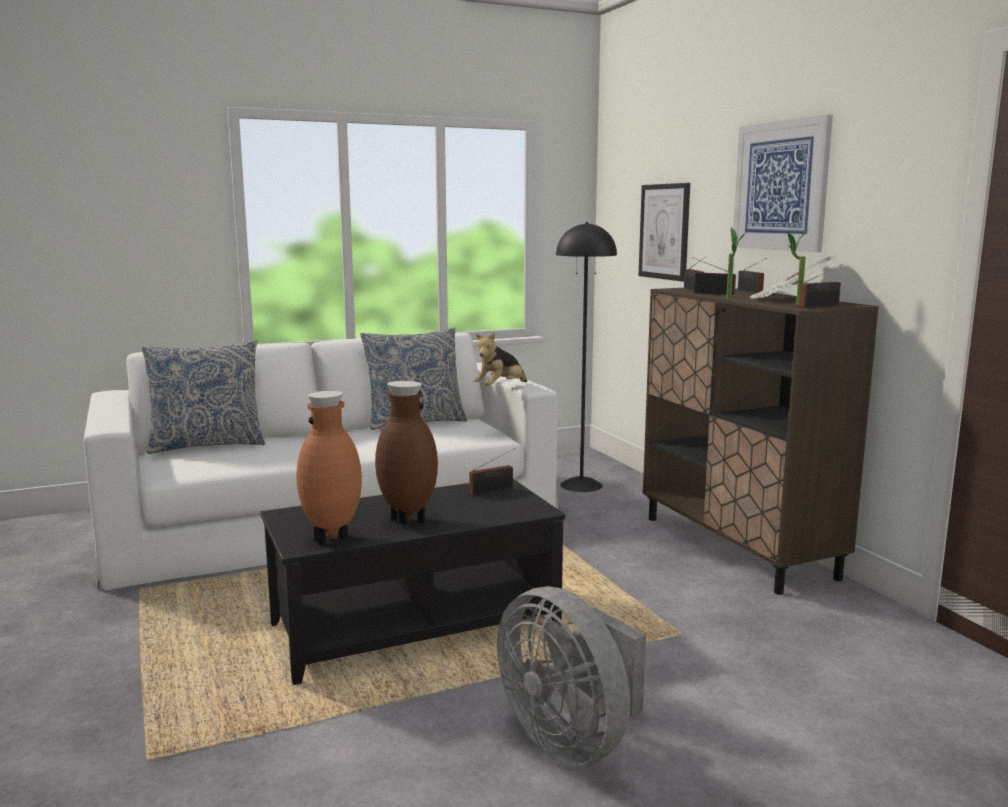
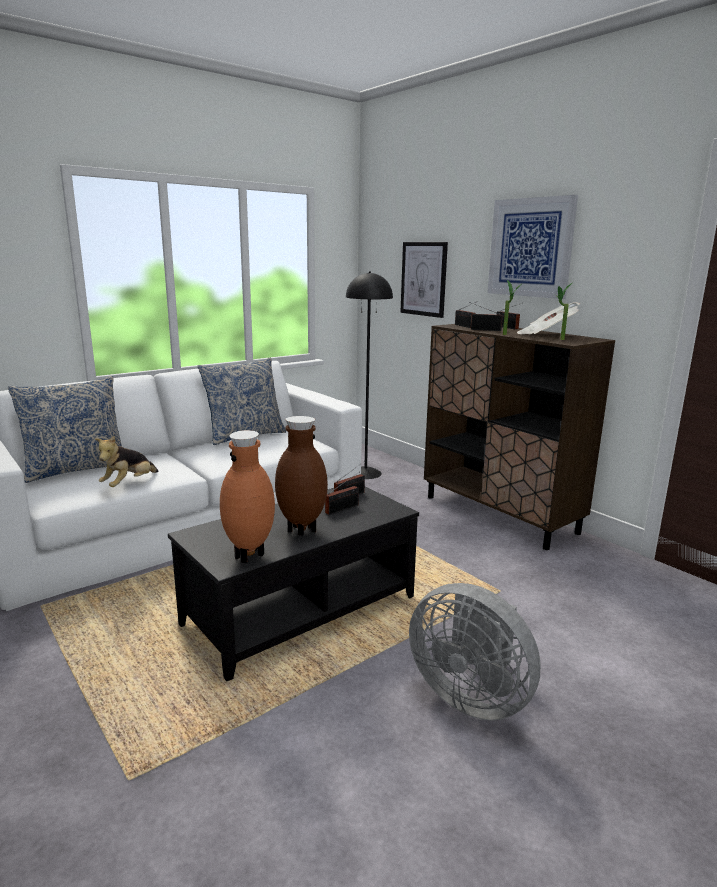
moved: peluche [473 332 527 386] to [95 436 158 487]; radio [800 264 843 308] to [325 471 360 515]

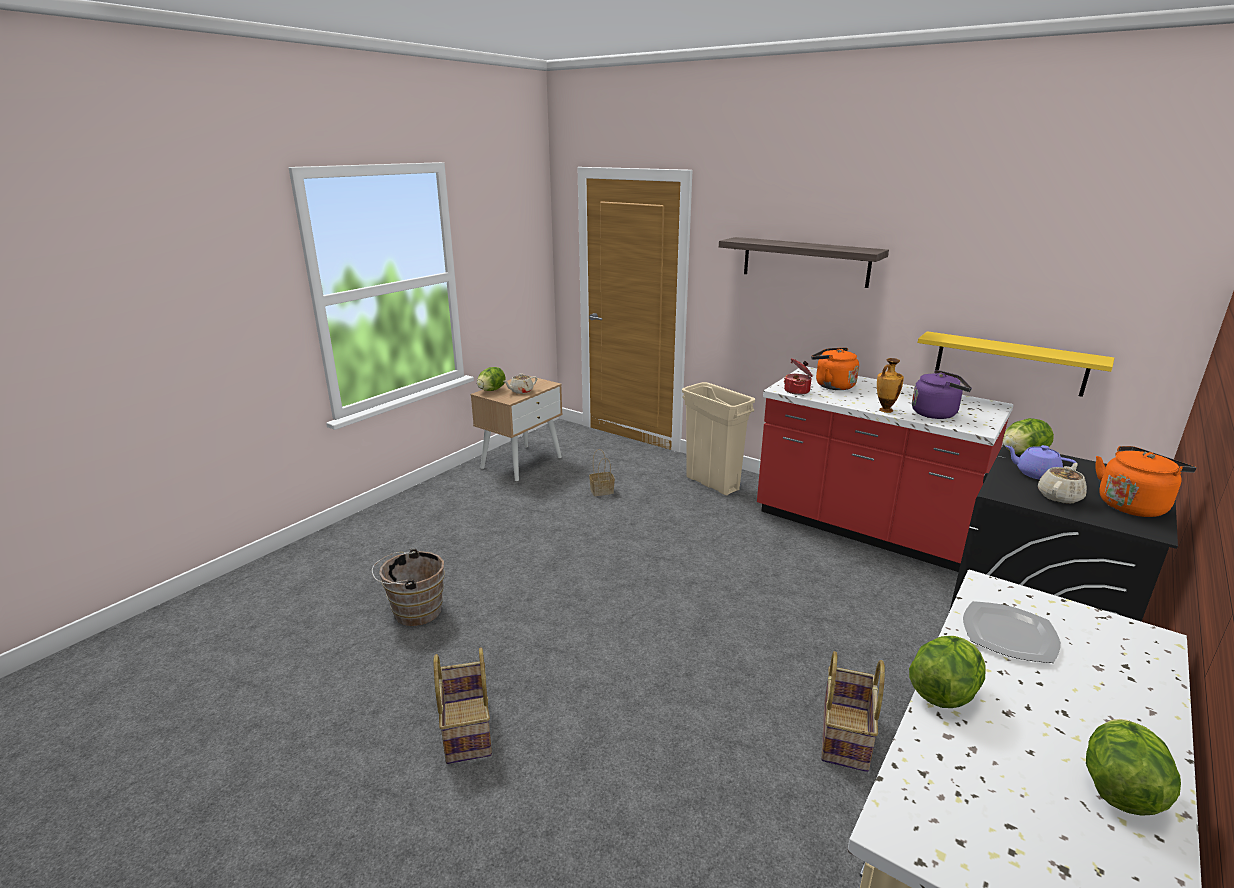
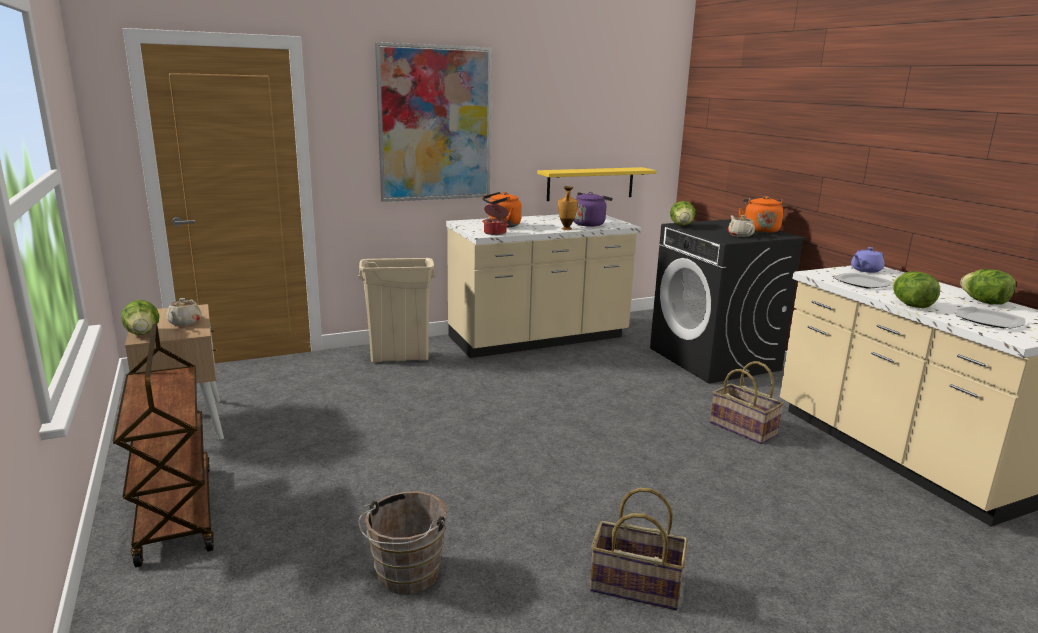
removed: cesta [589 449 615 496]
added: carrito (marrón) [113 324 214 568]; plato [956 306 1026 329]
moved: tetera (morado) [1006 445 1077 480] to [851 247 885 273]
replaced: estante [719 237 889 288] to cuadro [375 42 492 202]
recoloured: mueble bajo de cocina (rojo) [757 367 1014 572] to mueble bajo de cocina (beis) [446 214 641 358]

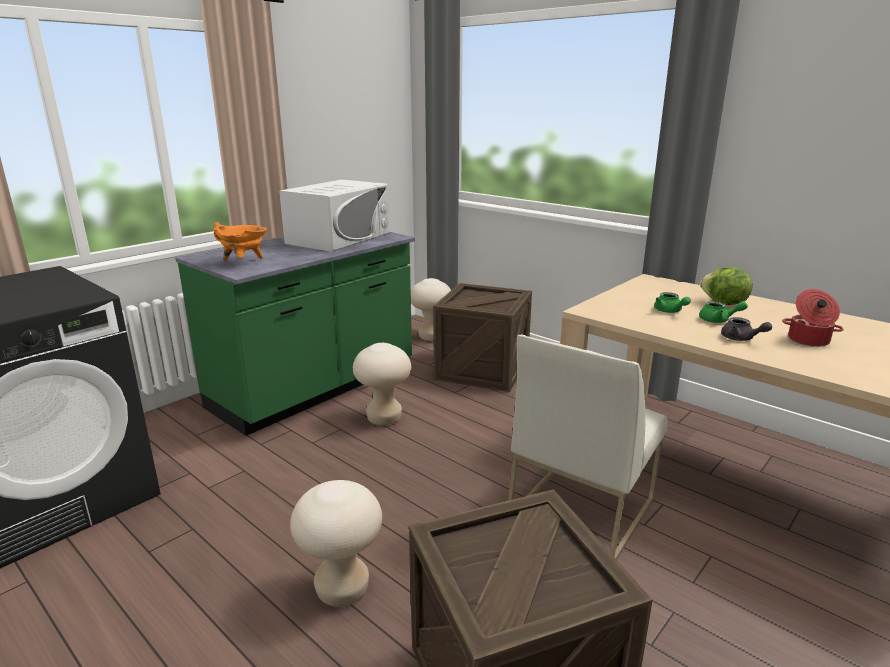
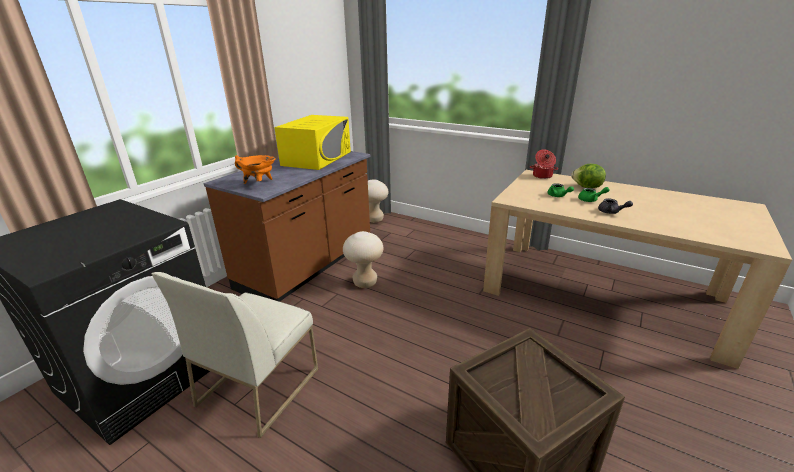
removed: taburete (beis) [290 480 382 607]; caja de embalaje [433 283 532 392]
moved: silla (blanco) [508 335 668 559] to [152 272 318 438]; olla [782 289 844 347] to [530 149 558 179]
recoloured: mueble bajo de cocina (verde) [175 232 415 436] to mueble bajo de cocina (marrón) [204 151 371 302]; microondas (blanco) [279 179 389 252] to microondas (amarillo) [274 115 351 170]

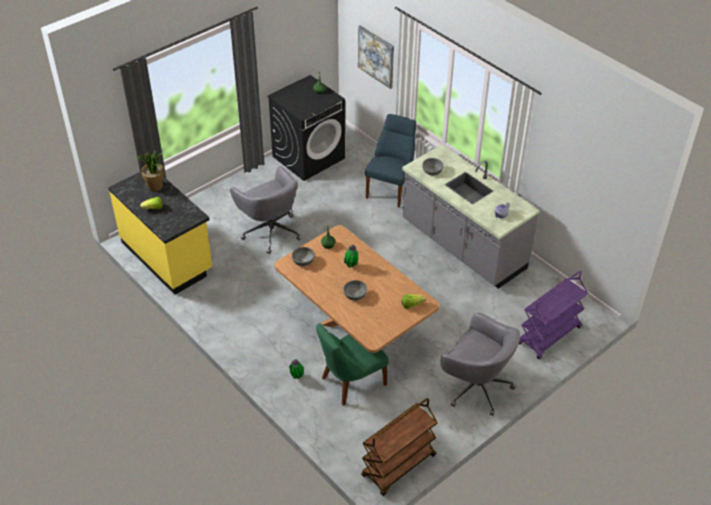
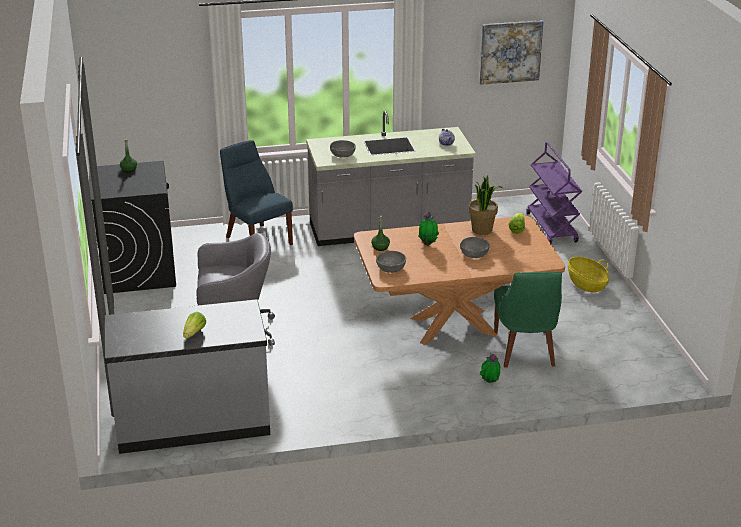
removed: carrito (marrón) [361 398 438 496]
moved: planta en maceta [135 151 164 191] to [469 175 503 235]; cuadro [358 25 394 89] to [479 20 543 85]
replaced: silla de oficina (gris) [441 313 520 416] to cesta [568 257 609 293]
recoloured: mueble bajo de cocina (amarillo) [108 172 212 295] to mueble bajo de cocina (gris) [104 299 270 454]

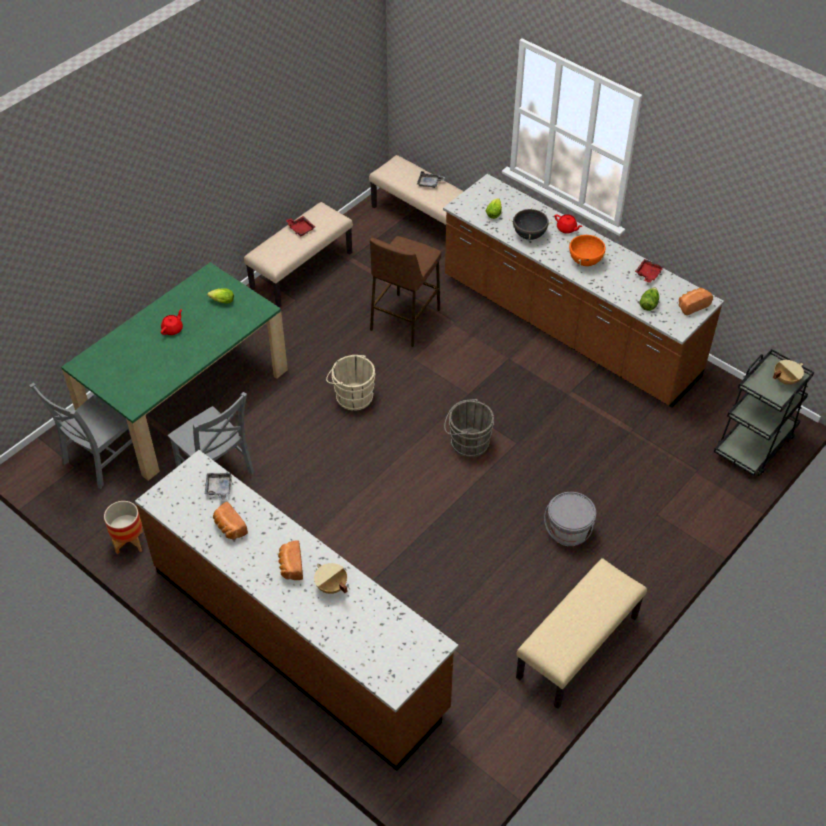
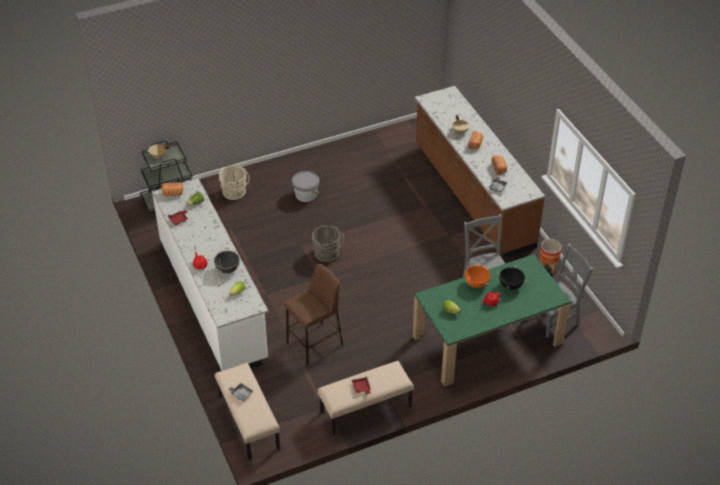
removed: banco (beis) [516 558 647 709]
added: olla (negro) [498 266 527 290]
moved: cubo (beis) [326 355 376 411] to [219 165 250 200]; olla (naranja) [566 234 608 266] to [465 265 490 288]
recoloured: mueble bajo de cocina (marrón) [443 174 724 408] to mueble bajo de cocina (blanco) [152 178 268 371]

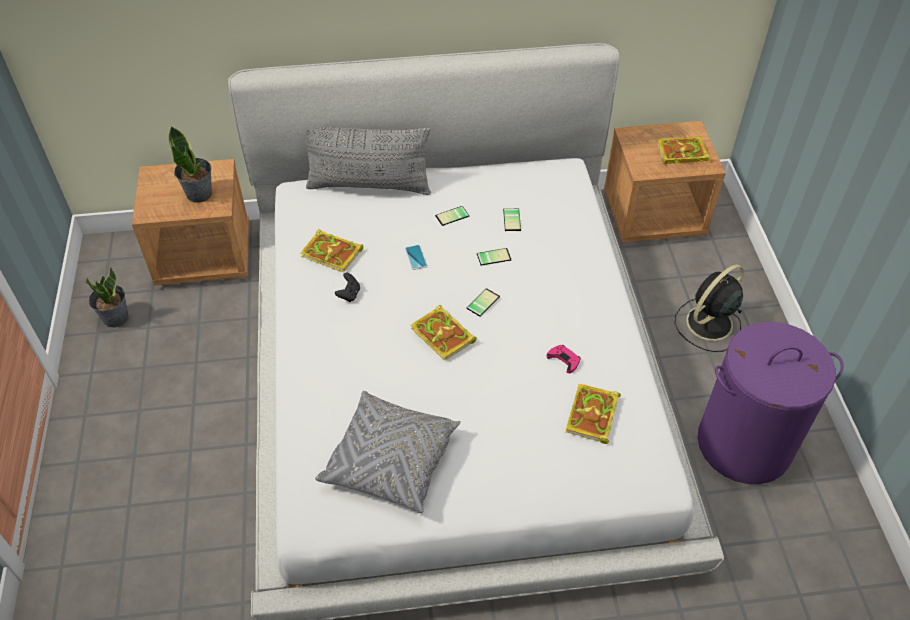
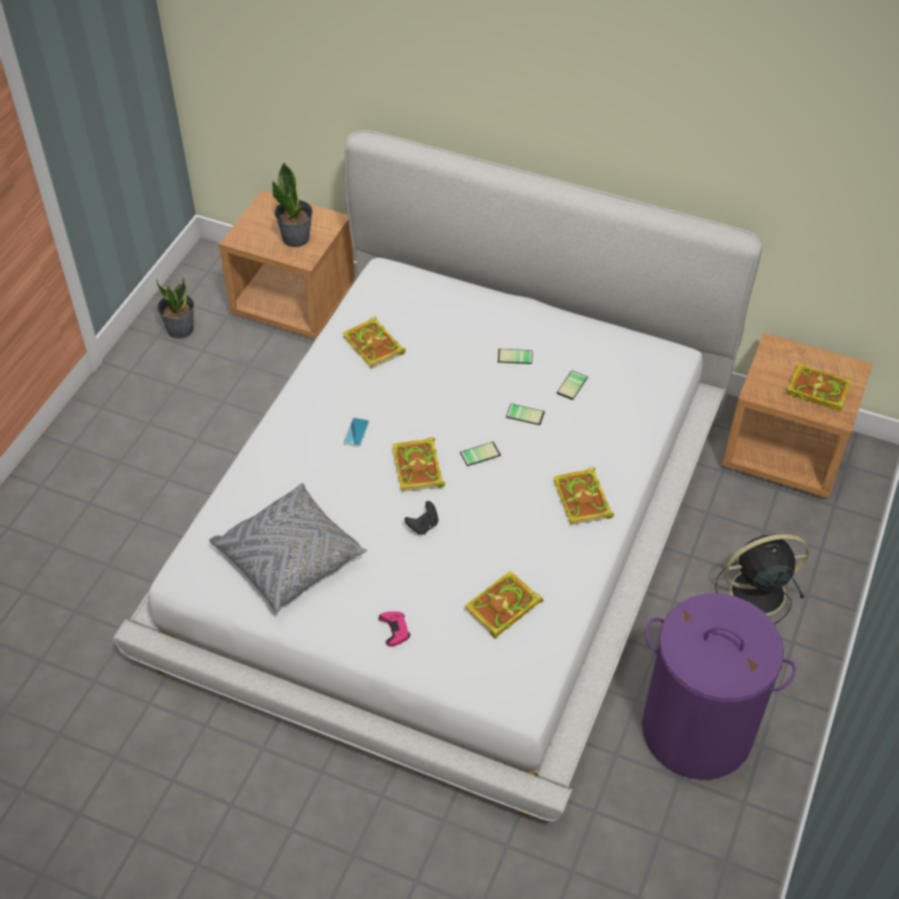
removed: cojín (gris) [306 127 431 195]
added: libro [554 467 614 525]
moved: móvil [405 245 427 270] to [343 418 370 447]; mando de consola (rosa) [547 345 581 373] to [379 611 410 646]; mando de consola (negro) [335 273 360 302] to [404 501 438 535]

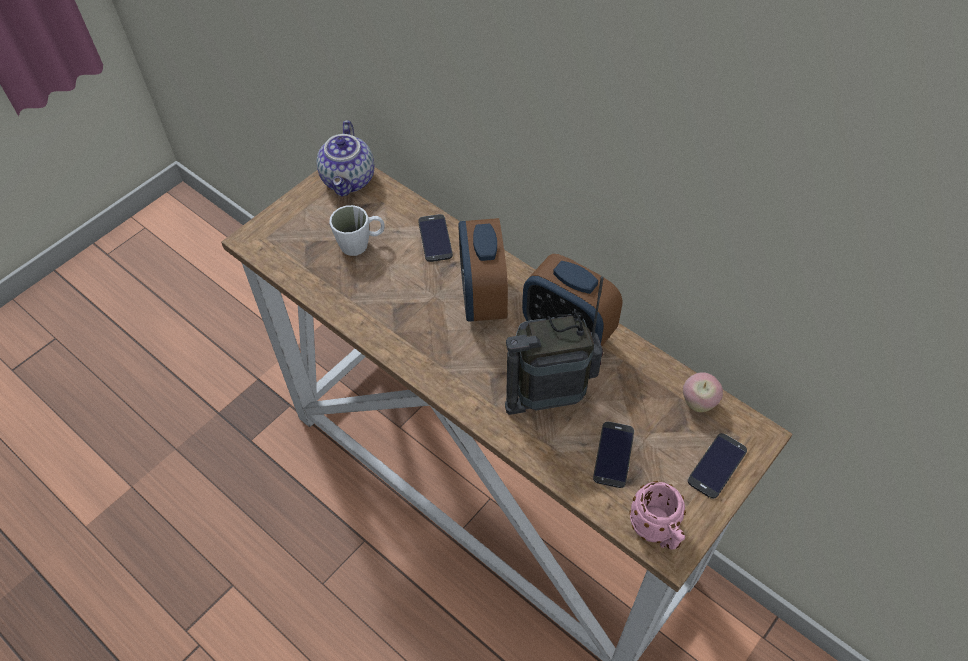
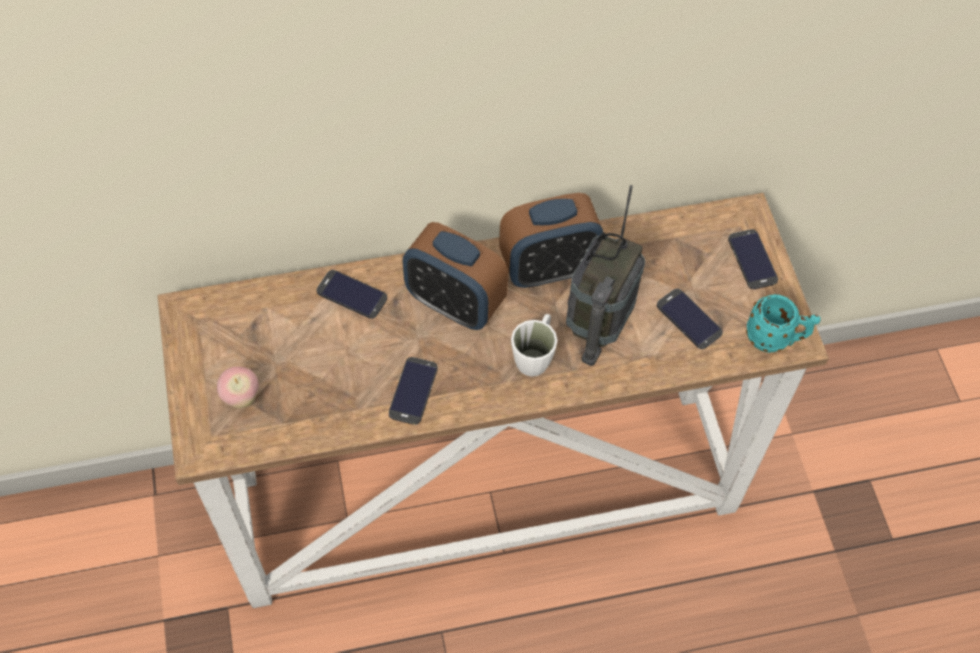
removed: tetera [317 120 374 196]
added: móvil [389 357 438 425]
moved: manzana [683 372 723 413] to [217 367 259 408]; taza grande (blanco) [329 205 385 256] to [511 314 558 377]
recoloured: taza grande (rosa) [629 481 686 549] to taza grande (turquesa) [746 294 821 353]

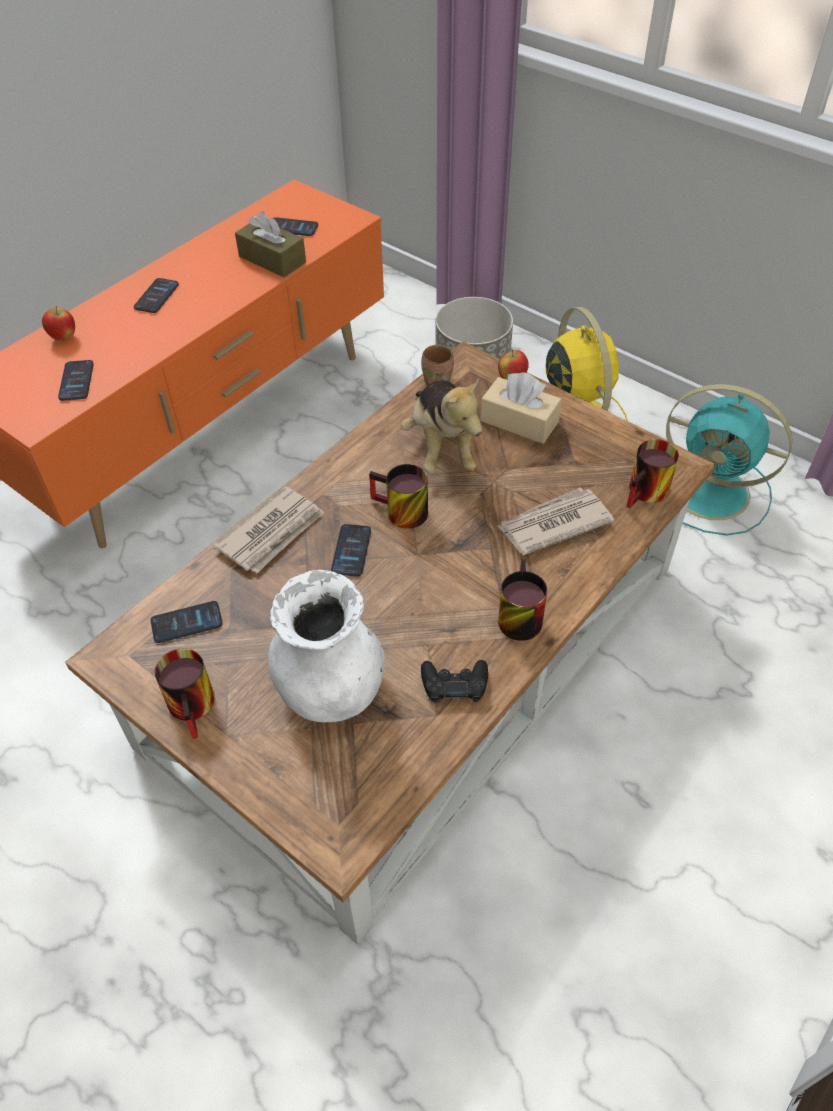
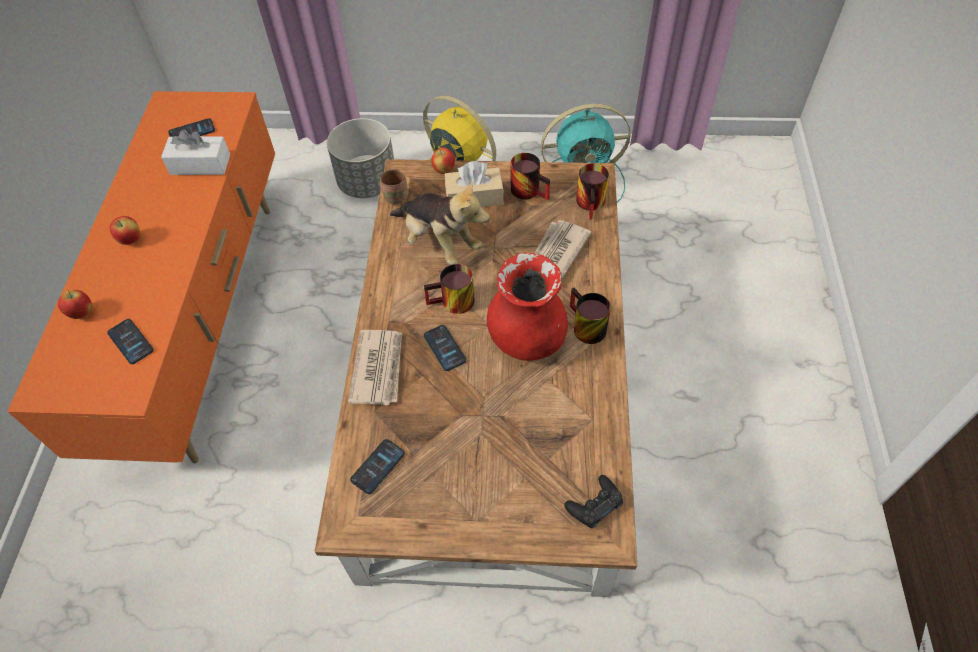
removed: florero (blanco) [268 570 385 722]
added: florero (rojo) [487 253 568 361]
moved: taza grande [155 648 215 739] to [511 153 550 200]; mando de consola (negro) [421 660 488 703] to [564 475 623 529]
replaced: móvil [134 278 179 313] to manzana [110 216 140 245]
recoloured: caja de pañuelos (marrón) [235 212 306 278] to caja de pañuelos (blanco) [161 129 230 175]

